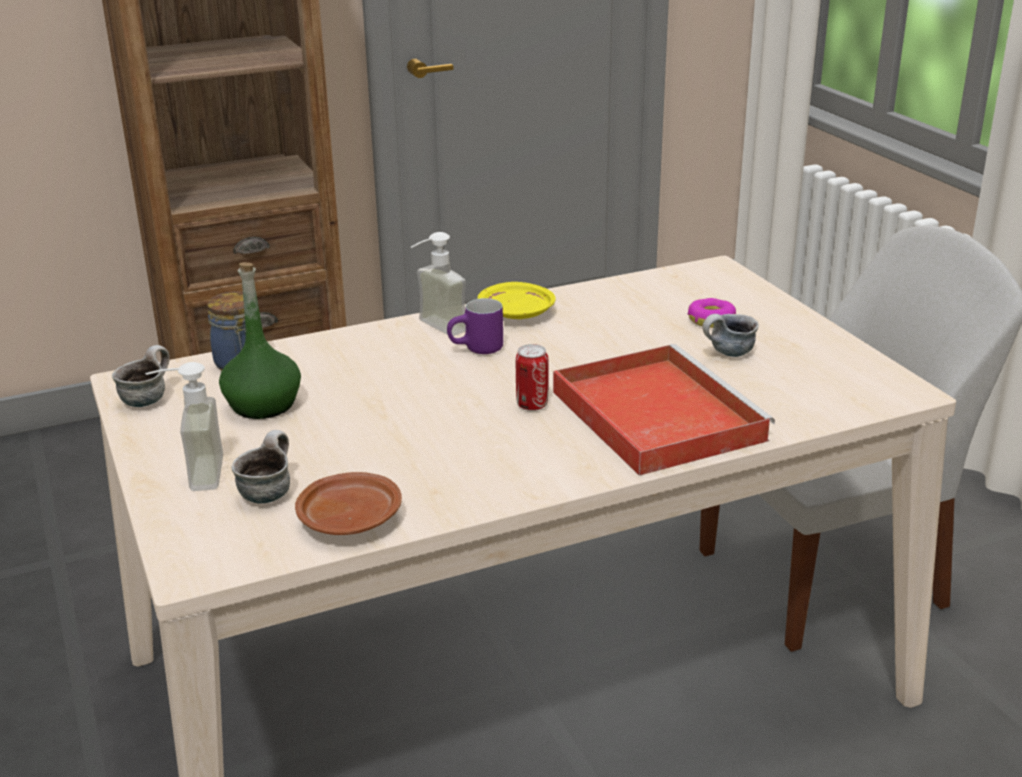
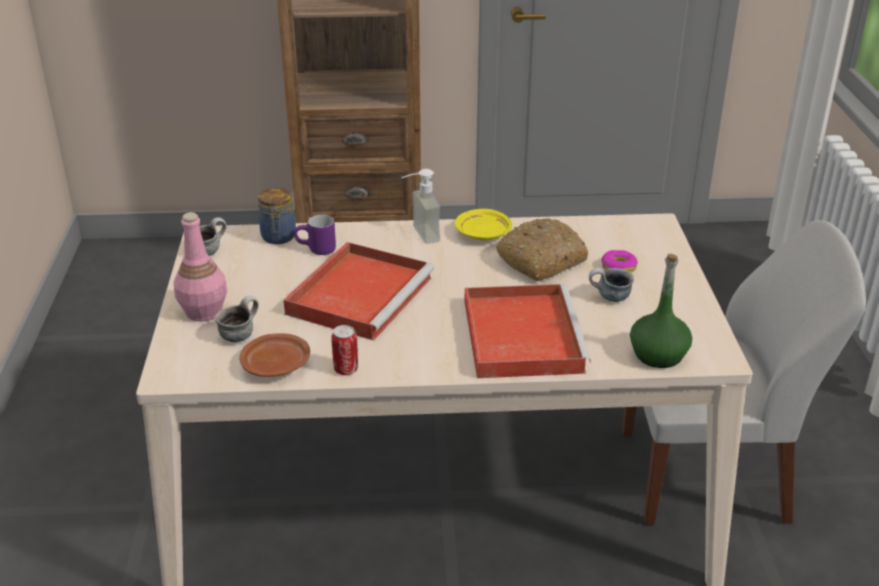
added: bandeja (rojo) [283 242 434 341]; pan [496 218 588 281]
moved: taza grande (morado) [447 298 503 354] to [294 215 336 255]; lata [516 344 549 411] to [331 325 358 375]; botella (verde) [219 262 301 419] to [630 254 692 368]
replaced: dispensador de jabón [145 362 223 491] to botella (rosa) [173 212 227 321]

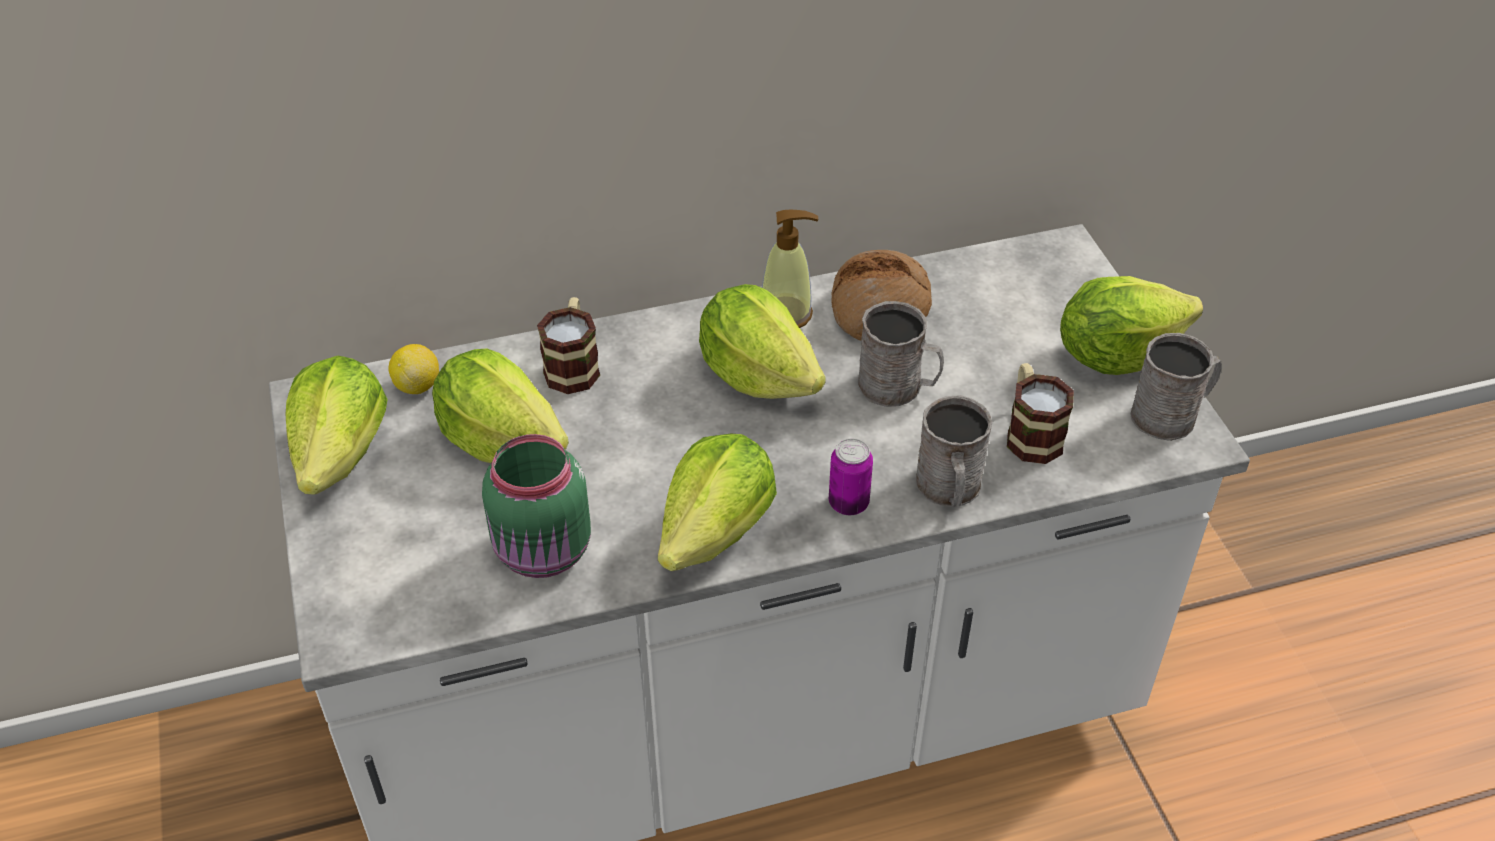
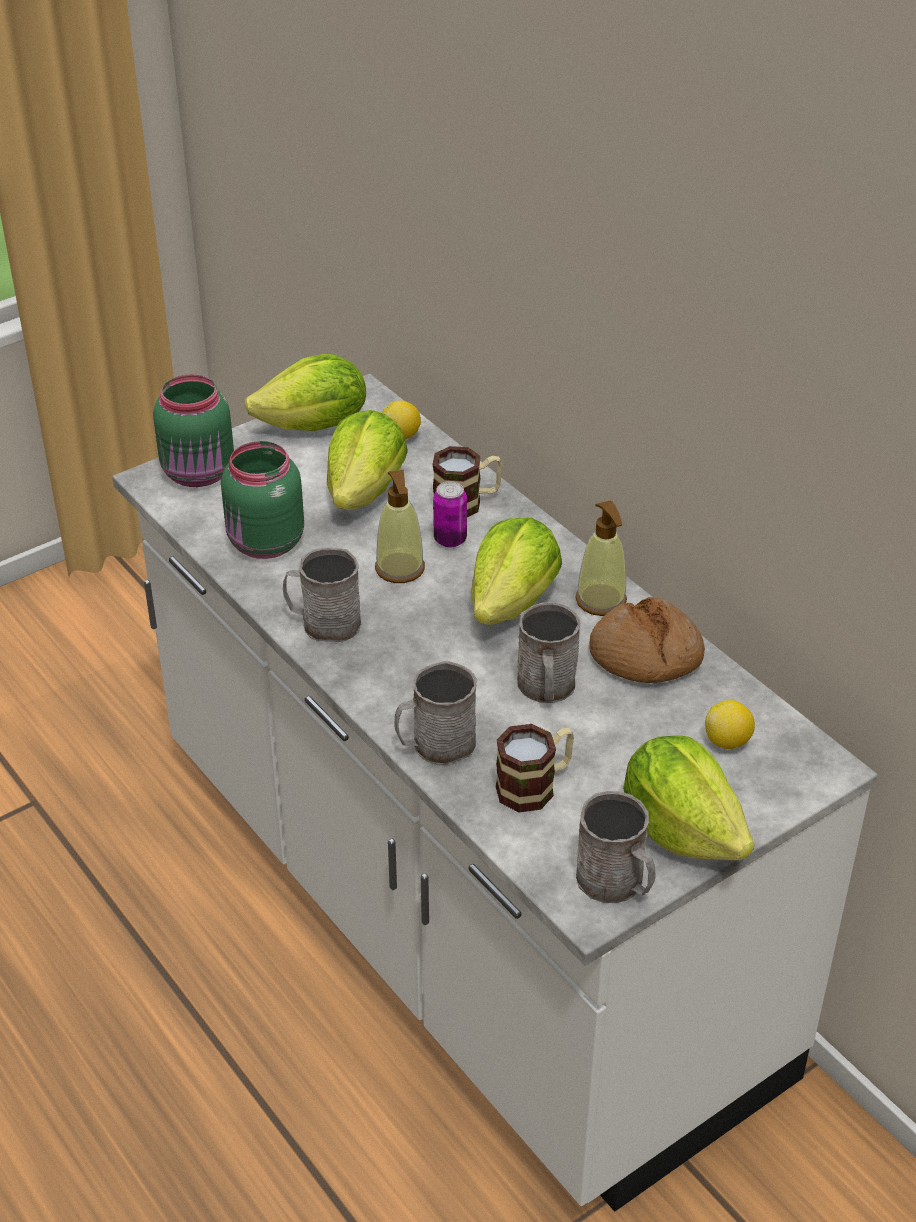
added: tarro (verde) [153 374 234 487]; dispensador de jabón [375 470 425 583]; limón [705 700 755 749]
moved: lata [829 438 873 515] to [433 481 467 548]
replaced: lechuga [658 434 777 571] to taza grande (gris) [283 548 361 642]

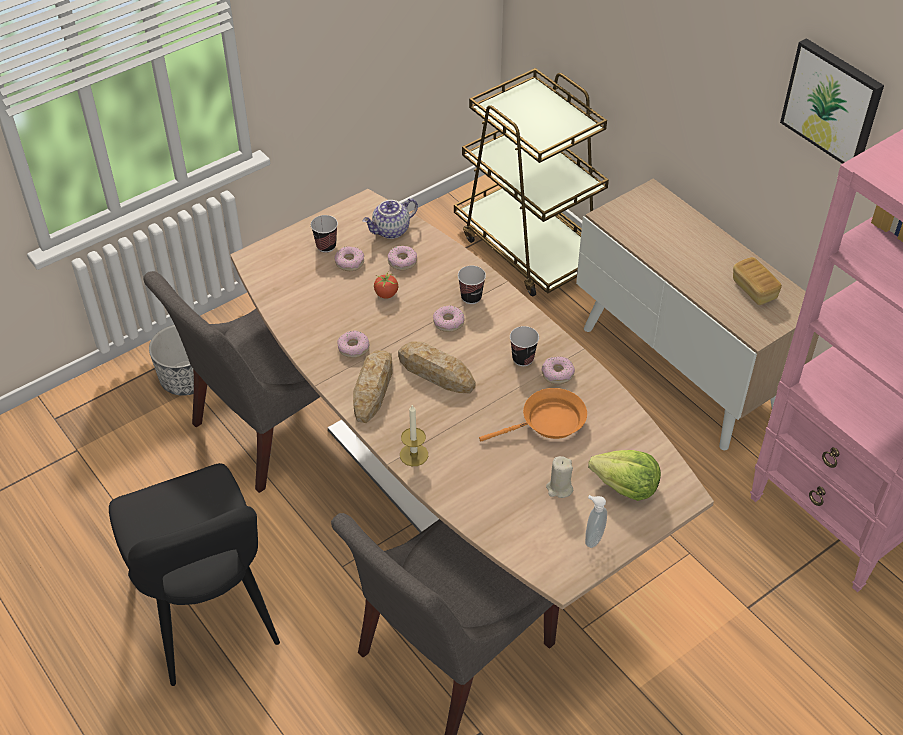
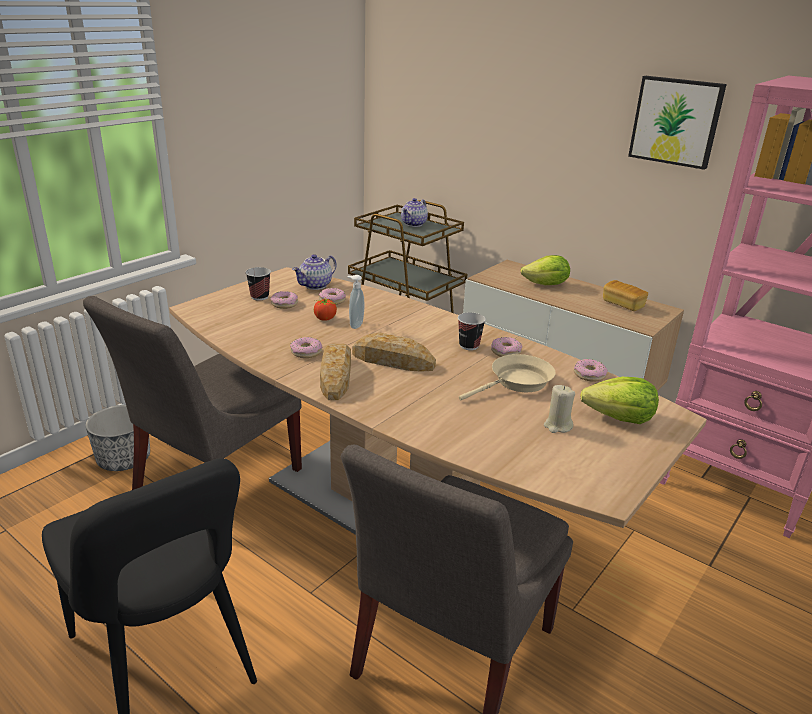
removed: vela [400 405 428 466]; taza [458 266 486 304]
added: tetera [401 198 428 227]; lechuga [521 255 570 285]
moved: dispensador de jabón [585 495 607 548] to [347 275 364 329]; rosquilla [433 305 465 332] to [574 359 608 382]
recoloured: sartén (naranja) [479 388 587 442] to sartén (beis) [459 354 556 400]

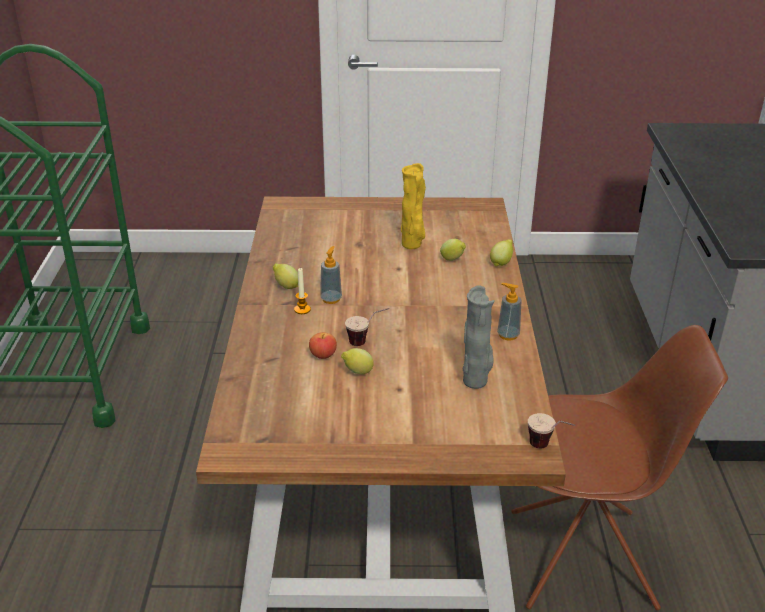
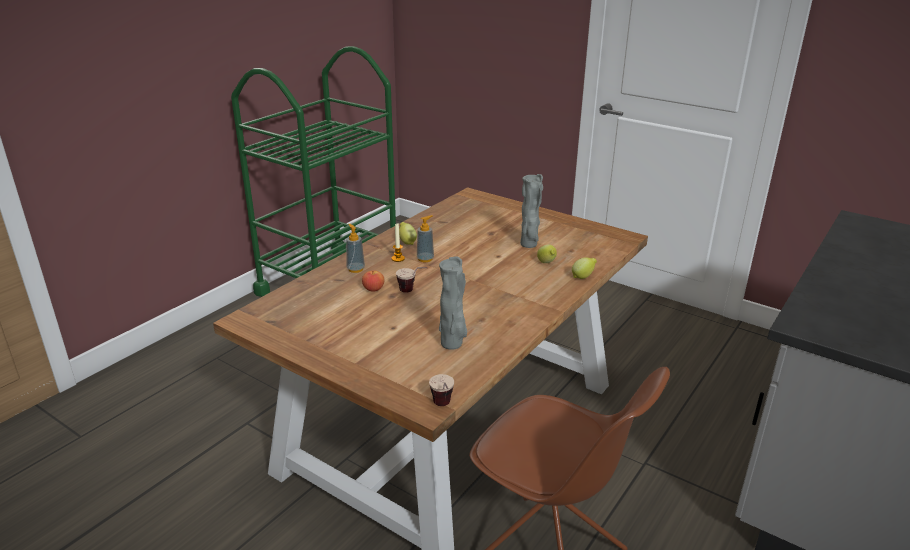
removed: limón [341 348 374 375]
moved: dispensador de jabón [497 283 522 341] to [346 224 365 273]
recoloured: florero (amarillo) [401 163 426 249] to florero (gris) [520 174 543 248]

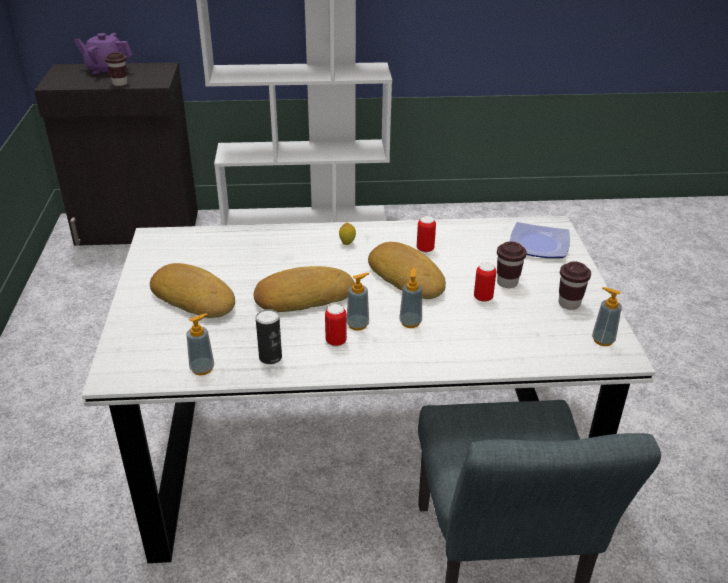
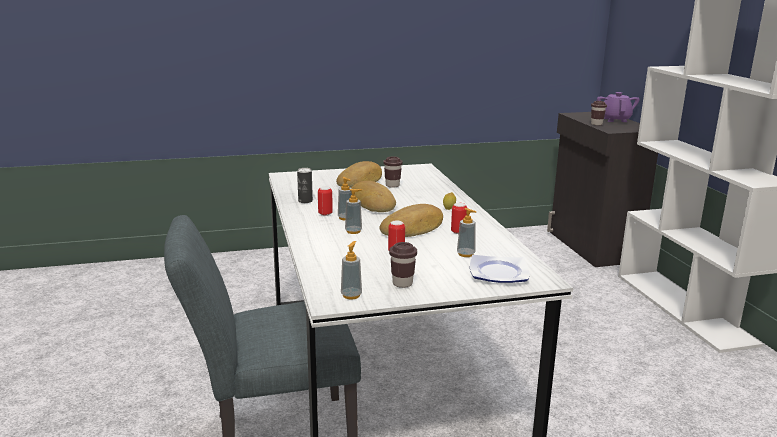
moved: taza (marrón) [497 241 527 288] to [383 156 403 188]; dispensador de jabón [186 313 214 375] to [457 208 476 257]

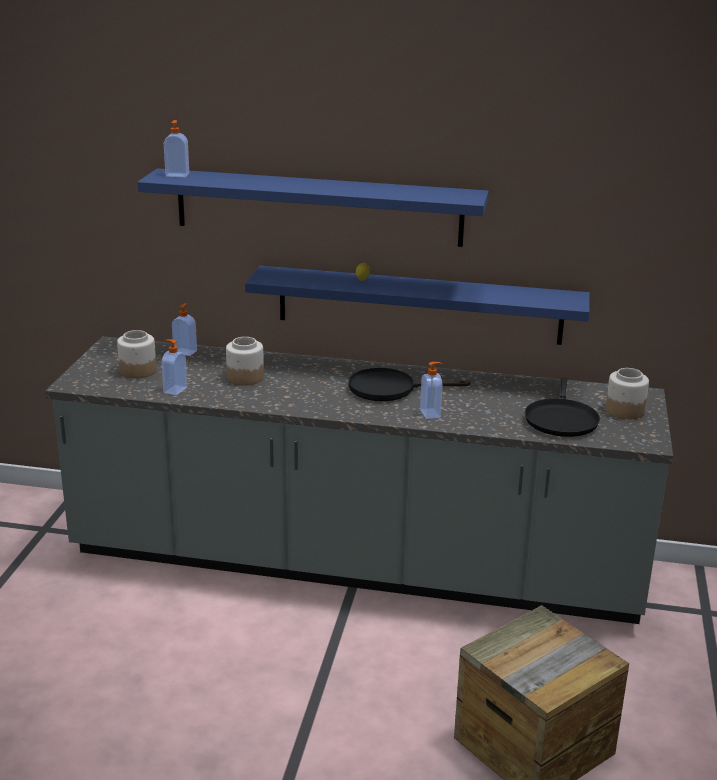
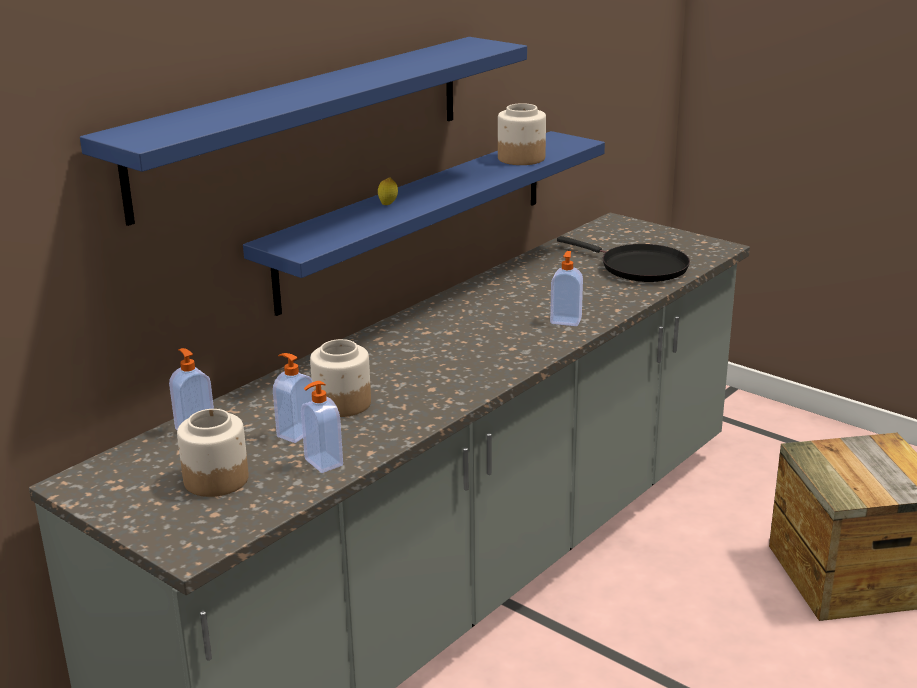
removed: sartén (negro) [348 368 470 401]
moved: dispensador de jabón [164 120 189 177] to [273 353 314 443]; tarro [606 368 649 419] to [498 103 546 165]

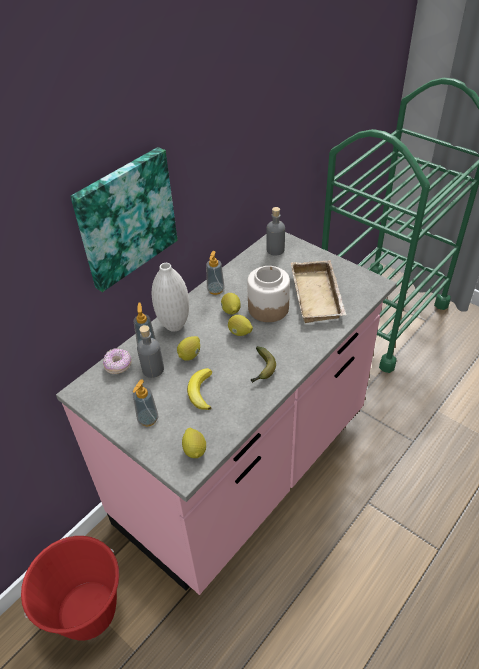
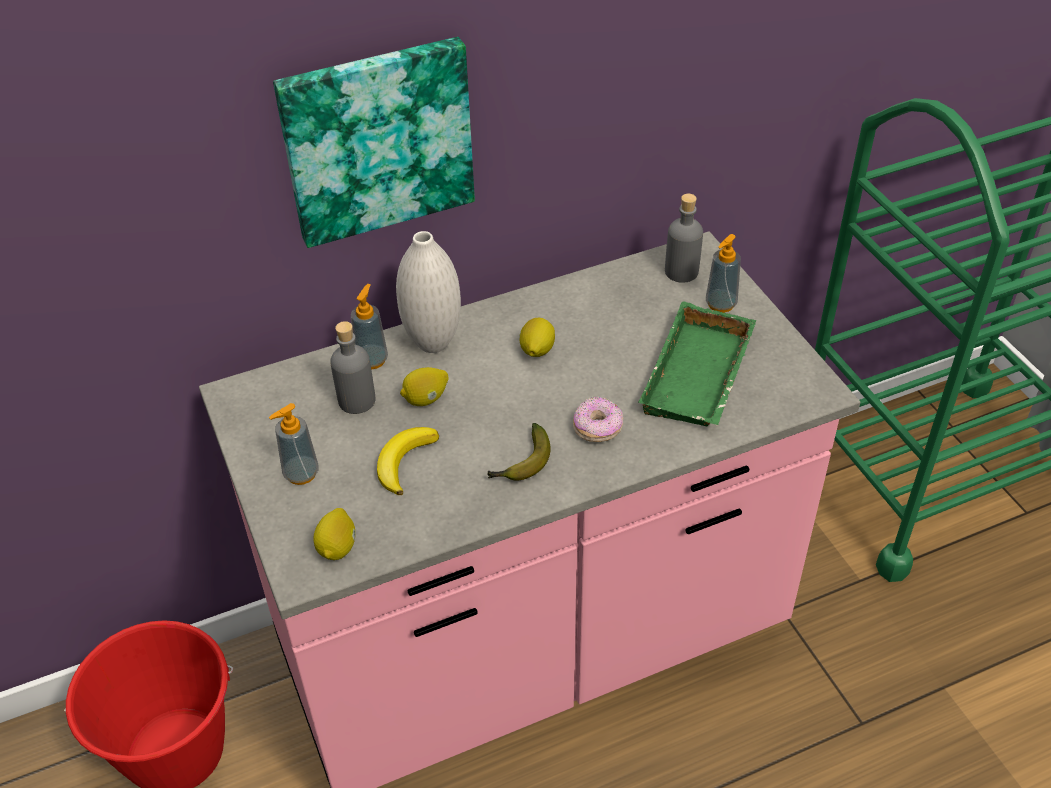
removed: limón [228 315 253 336]; tarro [247 266 290 322]
moved: rosquilla [103 348 131 374] to [573 397 623 442]; dispensador de jabón [206 251 225 295] to [706 234 741 313]
recoloured: bandeja (beis) [291 260 346 323] to bandeja (verde) [638 301 756 426]

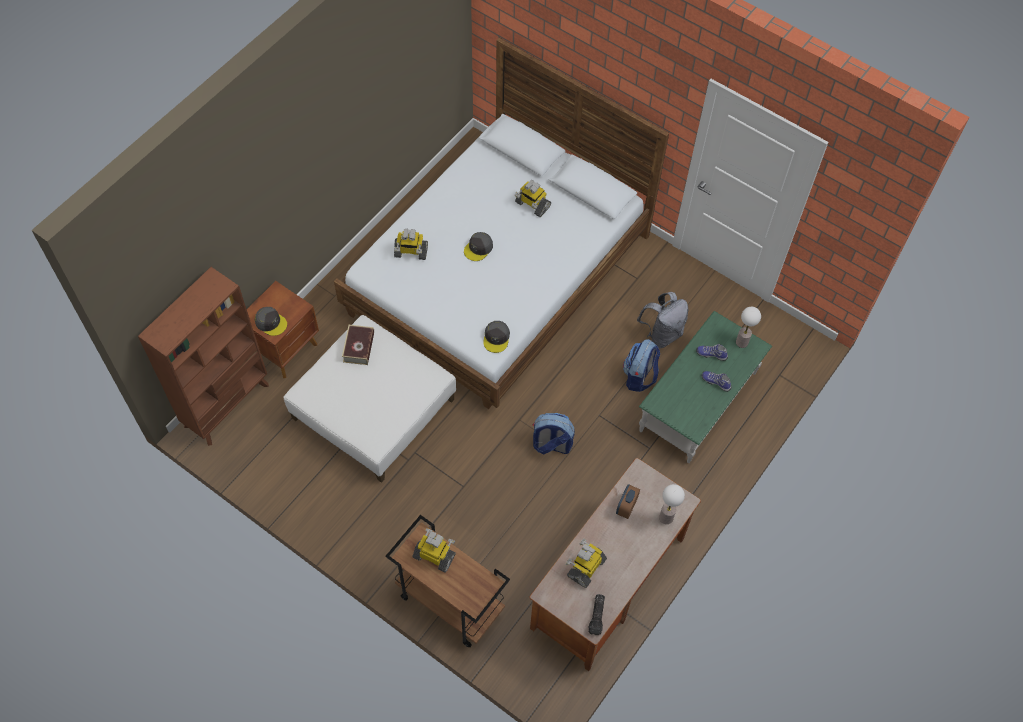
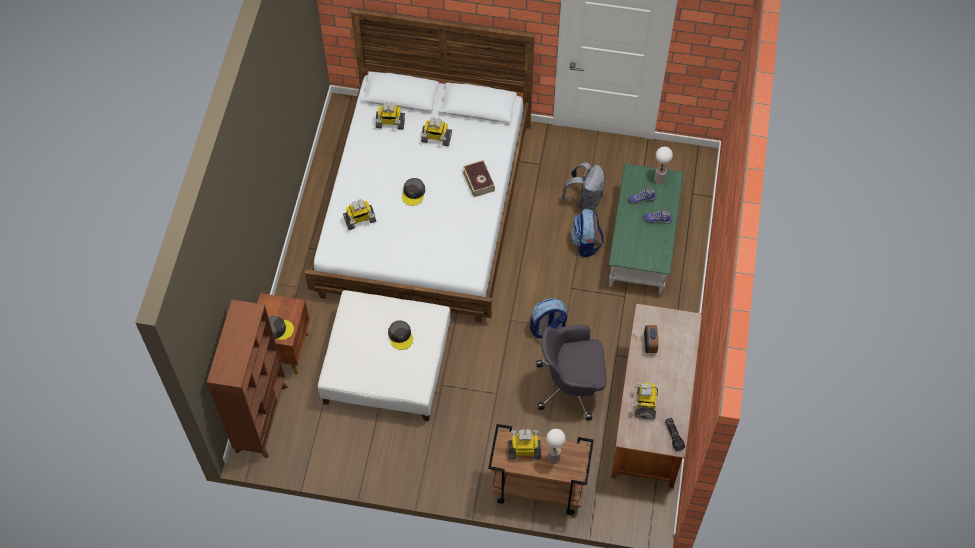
added: robot de juguete [376 102 405 130]; silla de oficina (gris) [536 325 606 420]
moved: gorra (gris) [483 321 510 353] to [388 320 413 350]; libro [342 325 374 365] to [463 160 495 197]; lámpara de mesa [659 484 685 524] to [546 429 566 464]

